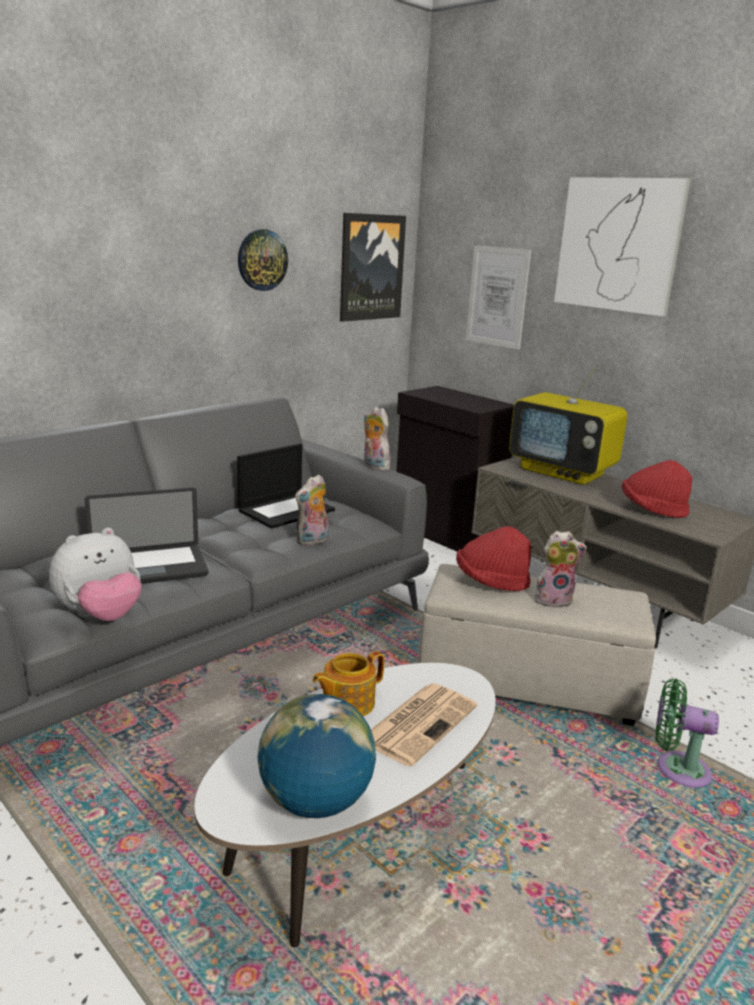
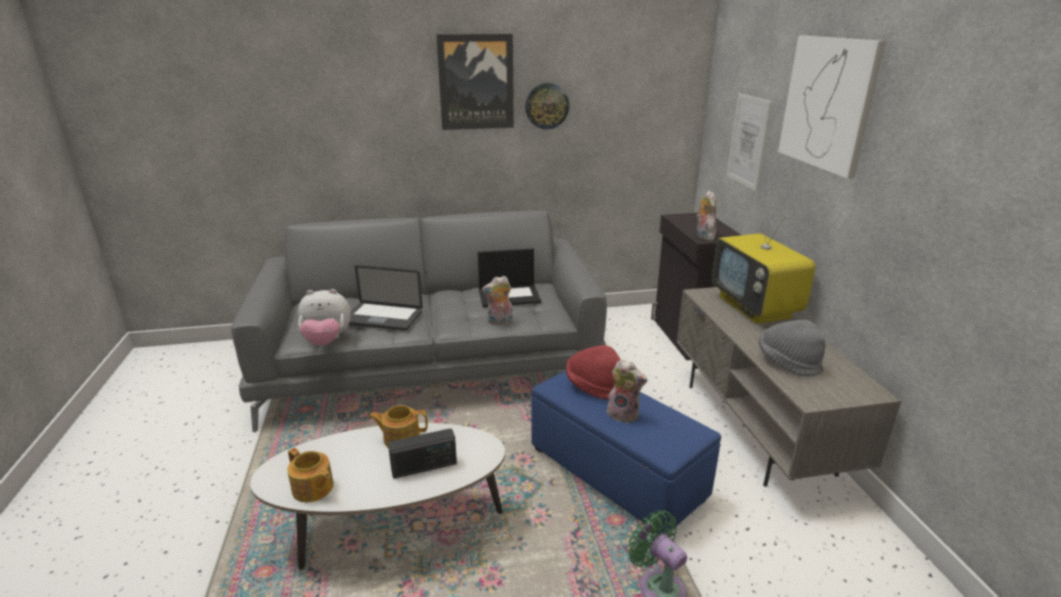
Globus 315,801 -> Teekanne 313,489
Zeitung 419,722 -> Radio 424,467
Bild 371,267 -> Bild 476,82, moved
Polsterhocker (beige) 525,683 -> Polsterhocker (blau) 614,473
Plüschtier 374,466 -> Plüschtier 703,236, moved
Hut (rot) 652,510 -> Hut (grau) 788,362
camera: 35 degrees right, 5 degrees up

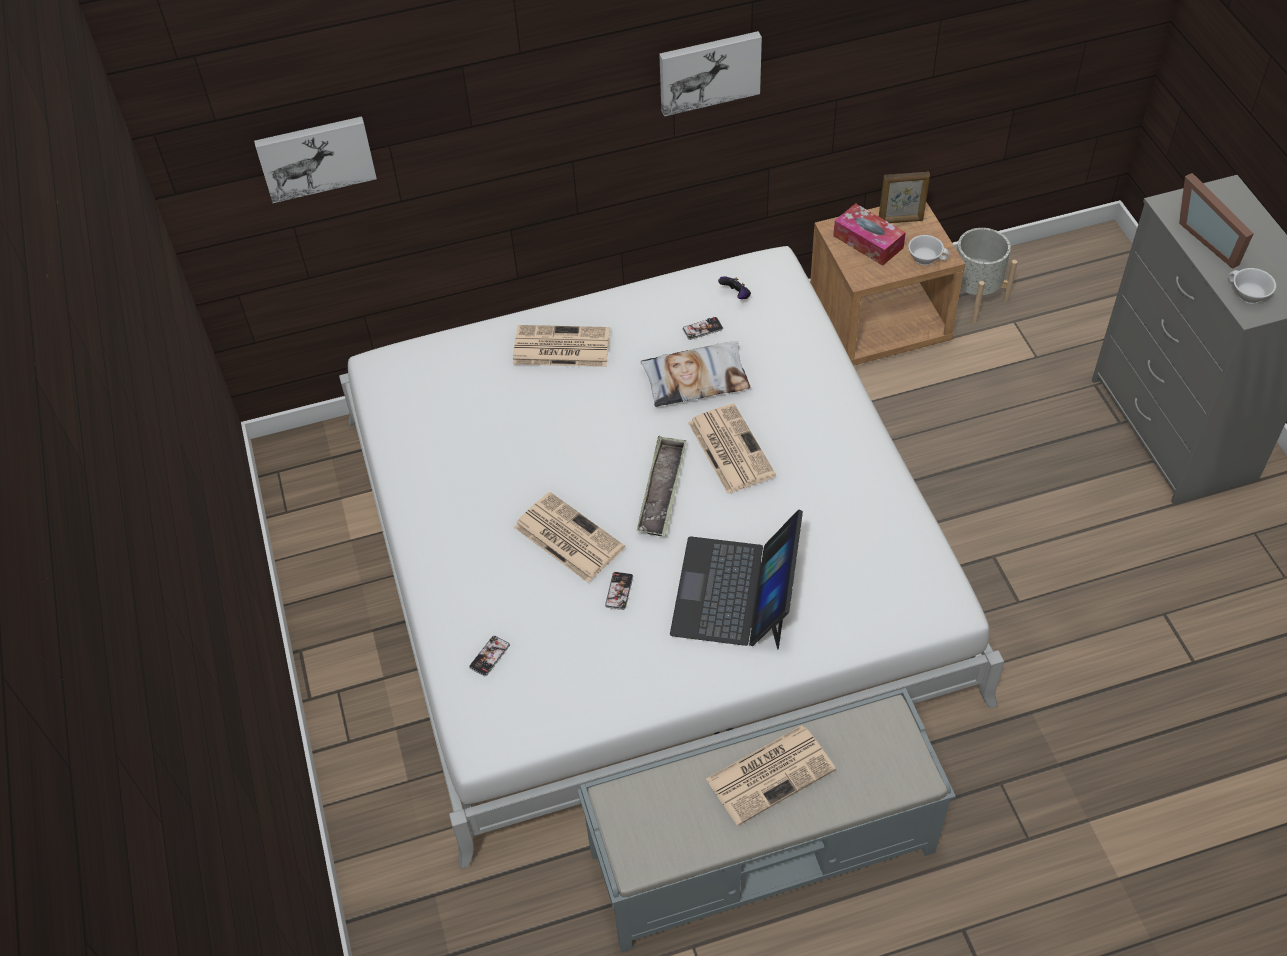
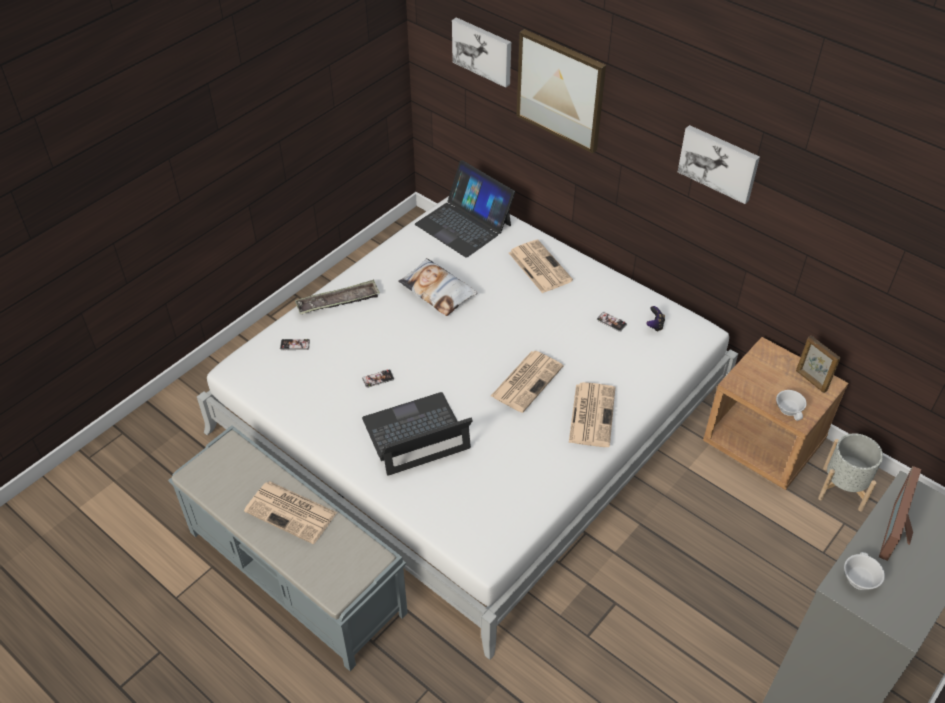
Tablett 662,490 -> Tablett 338,301, moved
Kissen 696,379 -> Kissen 438,291, moved
none -> Laptop 464,224
none -> Bild 561,90
Zeitung 567,537 -> Zeitung 591,414, moved
Taschentuchbox 868,242 -> none
camera: 55 degrees right, 5 degrees down

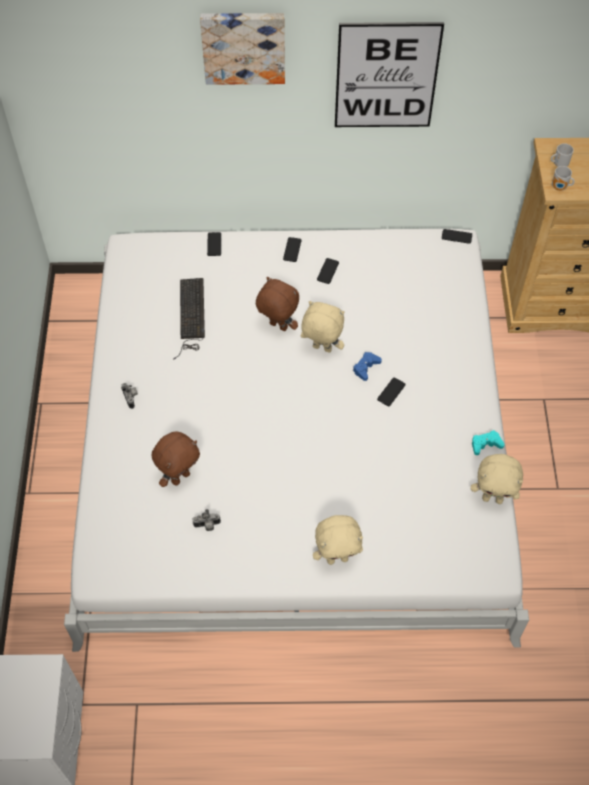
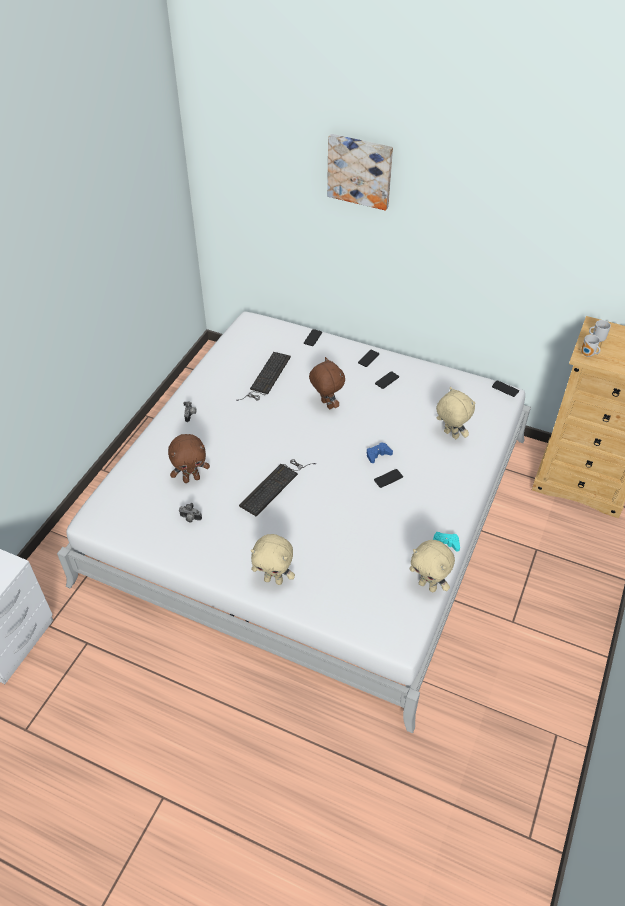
none -> Tastatur 275,485
Plüschtier (beige) 321,349 -> Plüschtier (beige) 450,435, moved
Bild 386,76 -> none
camera: 25 degrees right, 10 degrees down

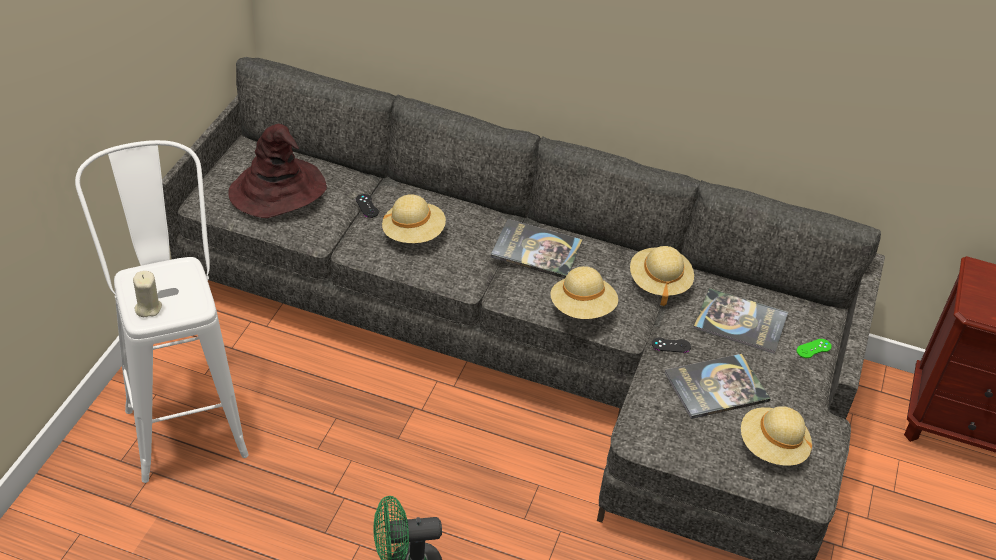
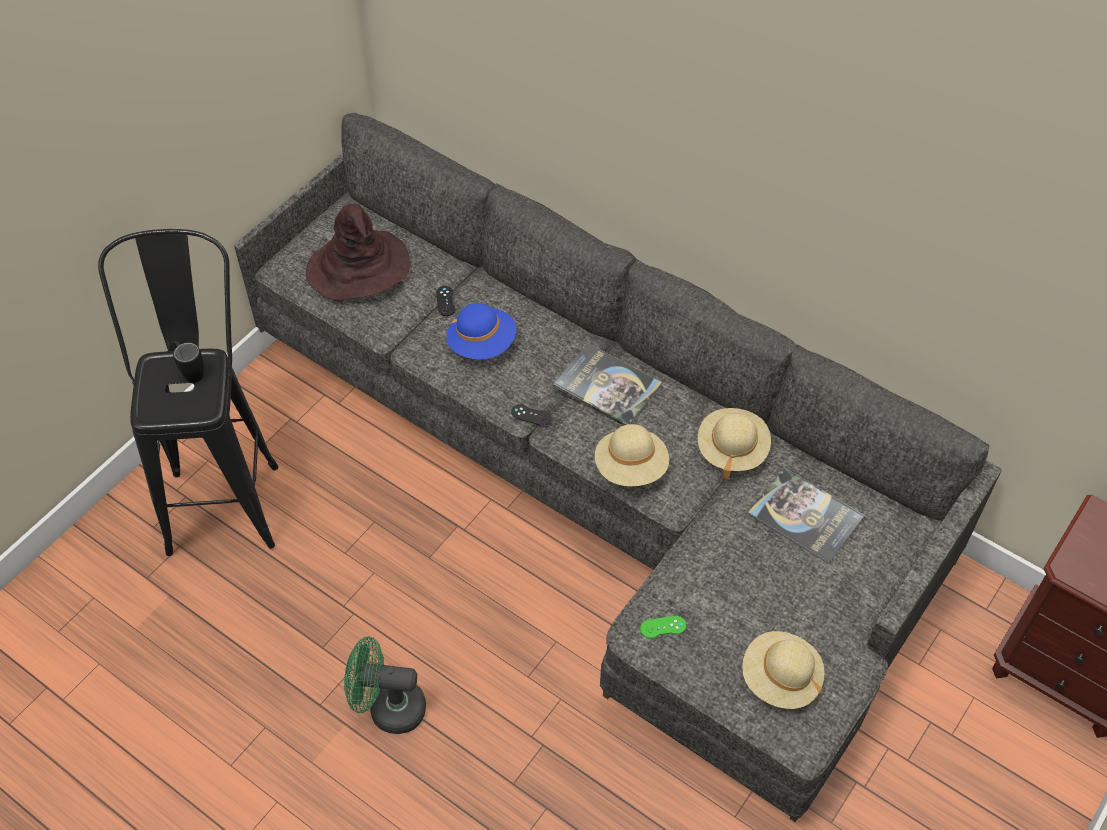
Hocker (weiß) 182,417 -> Hocker (schwarz) 224,491
none -> Henkelbecher (schwarz) 191,371
Hut (beige) 413,234 -> Hut (blau) 482,344
Gamepad (schwarz) 671,345 -> Gamepad (schwarz) 531,415, moved
Gamepad (grün) 813,348 -> Gamepad (grün) 663,627, moved
Kerze (beige) 148,308 -> none
Buch 716,387 -> none
camera: 20 degrees right, 10 degrees up

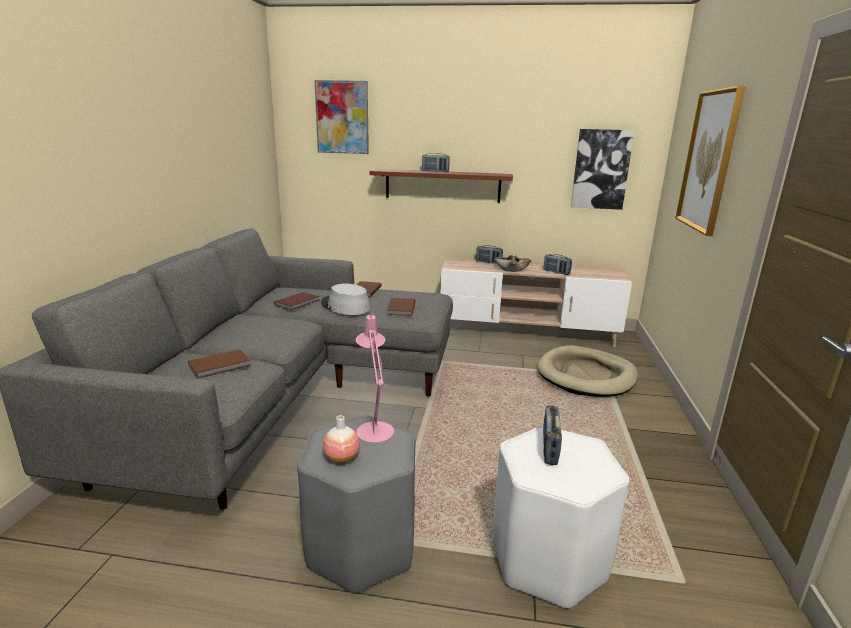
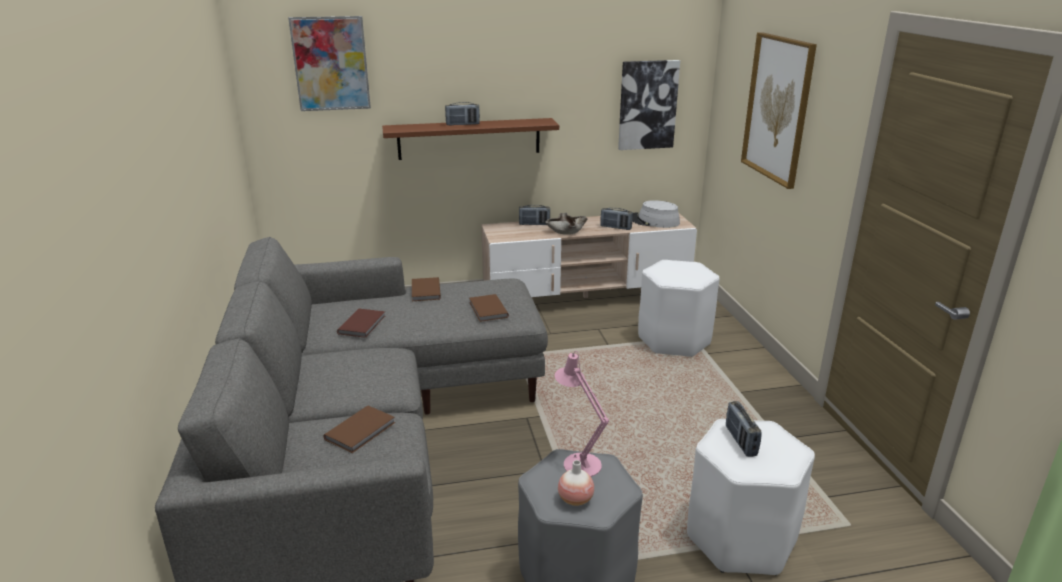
Hut (grau) 345,306 -> Hut (grau) 653,221, moved
Hundebett (beige) 586,375 -> Hocker (weiß) 674,340
camera: 20 degrees left, 5 degrees up

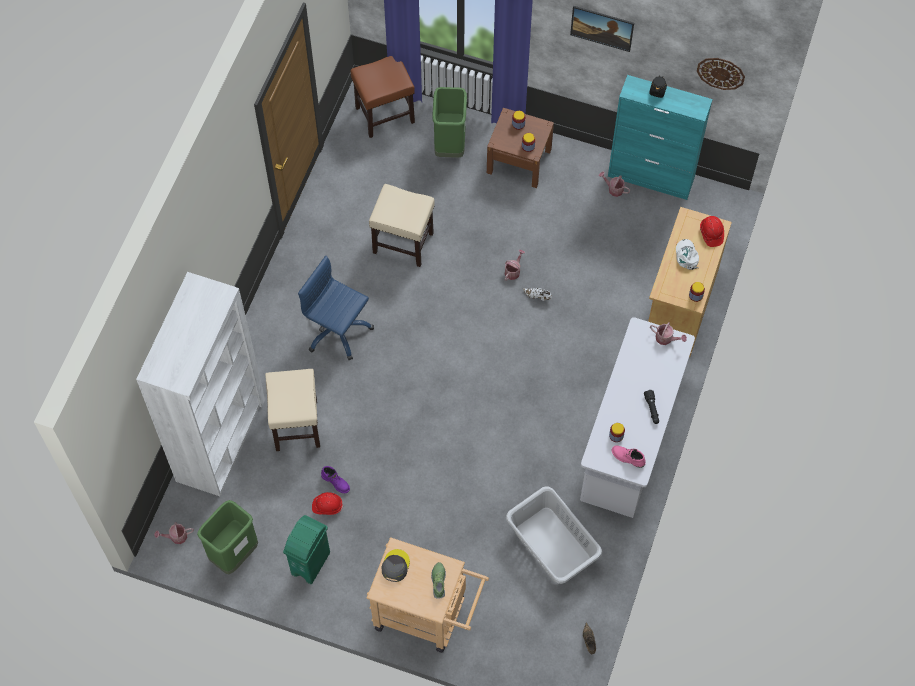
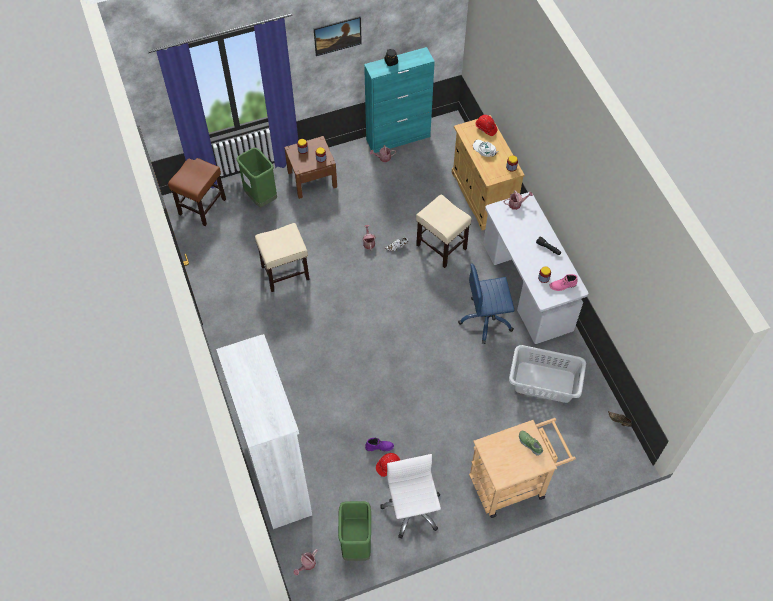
Mülleimer (grün) 311,563 -> Bürostuhl (weiß) 411,509
Hocker (beige) 296,424 -> Hocker (beige) 440,246, moved
Bürostuhl (blau) 337,331 -> Bürostuhl (blau) 486,320, moved
Kappe (grau) 395,566 -> none
Wanduhr 721,73 -> none
camera: 40 degrees left, 5 degrees down

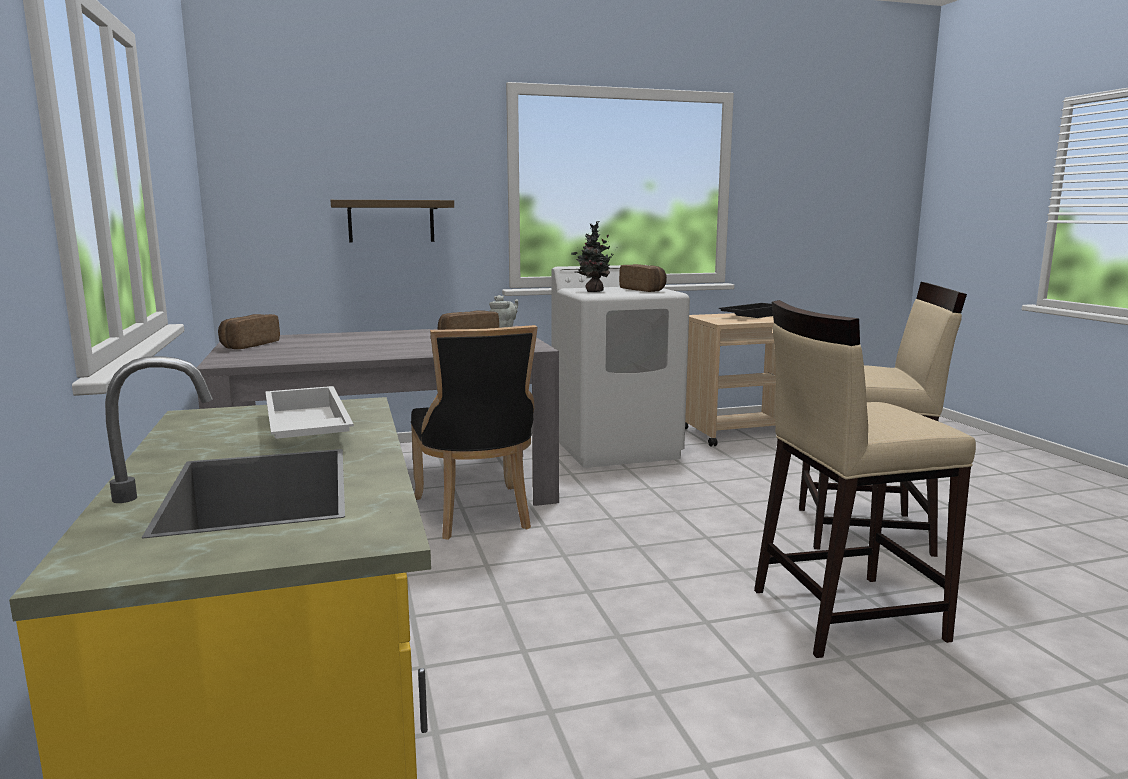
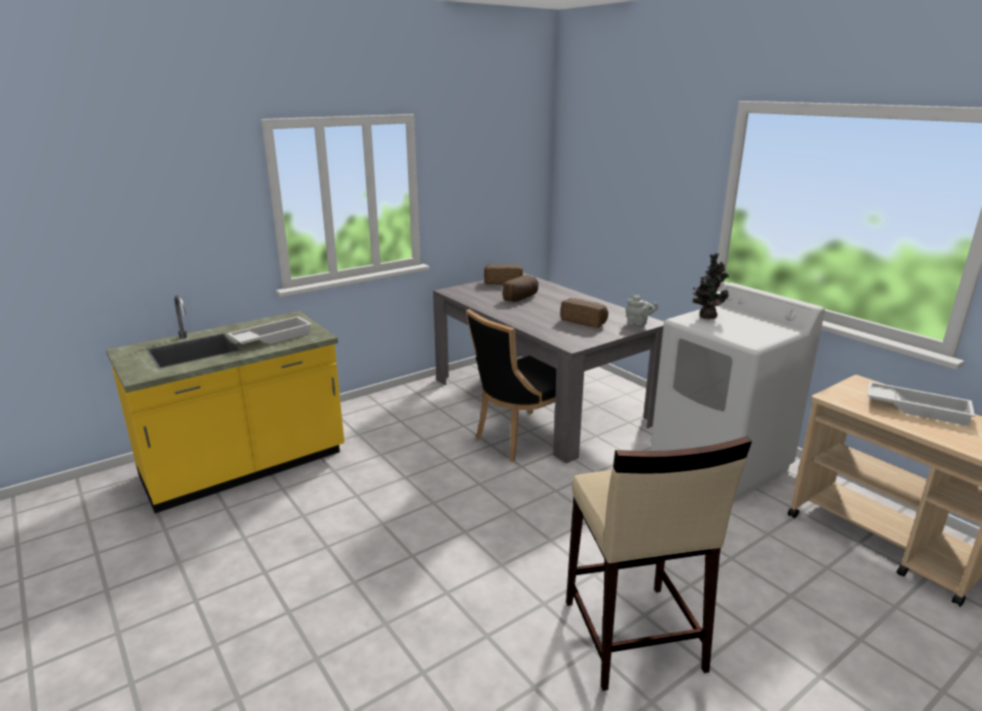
Brot 644,290 -> Brot 522,298, moved
Tablett (schwarz) 751,315 -> Tablett (weiß) 917,408
Wandregal 391,221 -> none
Hocker (beige) 844,614 -> none
camera: 70 degrees right, 10 degrees up

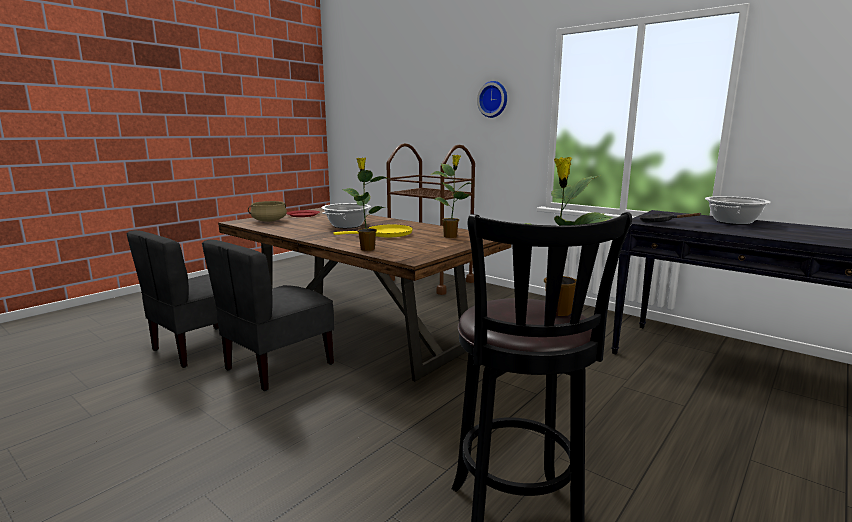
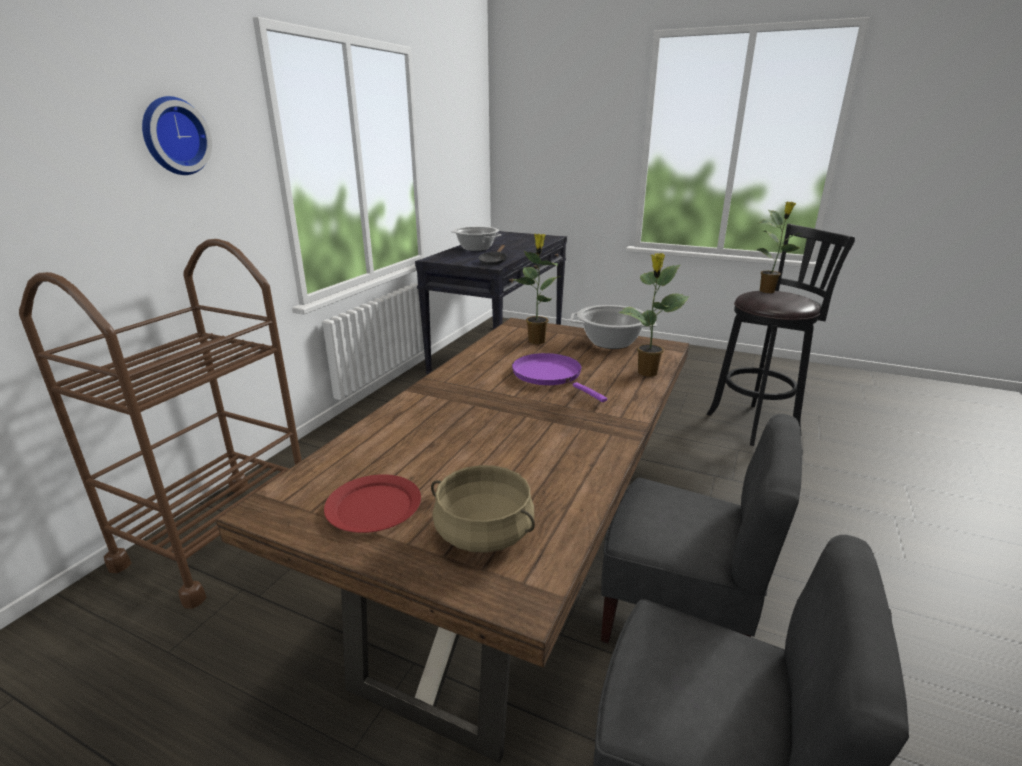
Pfanne (gelb) 386,234 -> Pfanne (lila) 550,375
Kochtopf 347,226 -> Kochtopf 611,342, moved
camera: 105 degrees left, 10 degrees up

